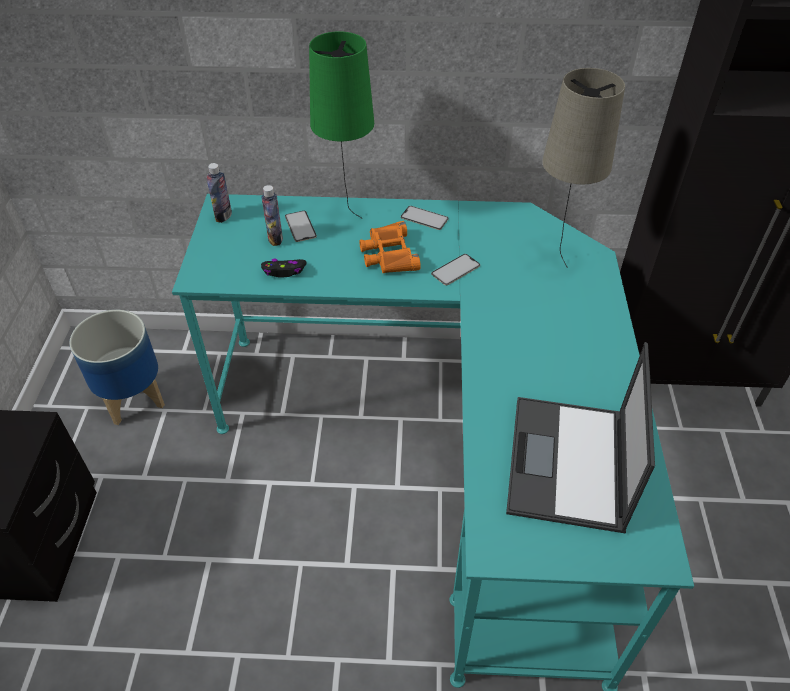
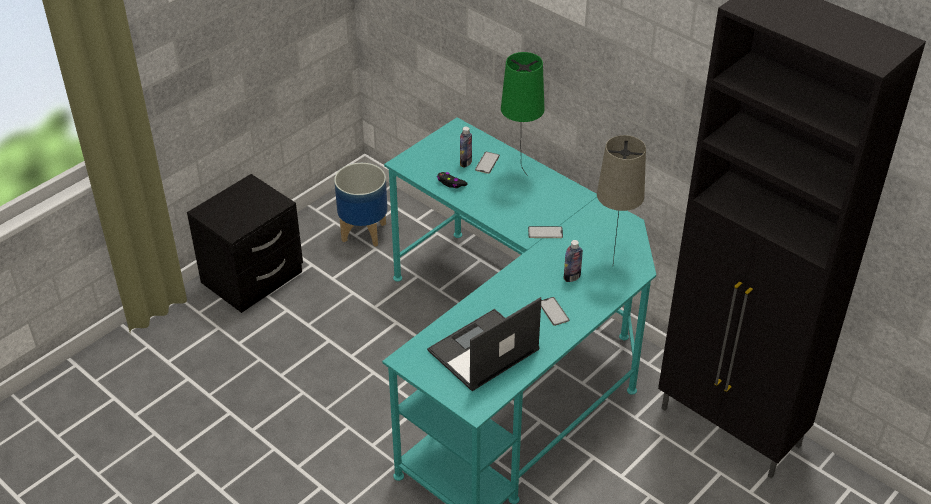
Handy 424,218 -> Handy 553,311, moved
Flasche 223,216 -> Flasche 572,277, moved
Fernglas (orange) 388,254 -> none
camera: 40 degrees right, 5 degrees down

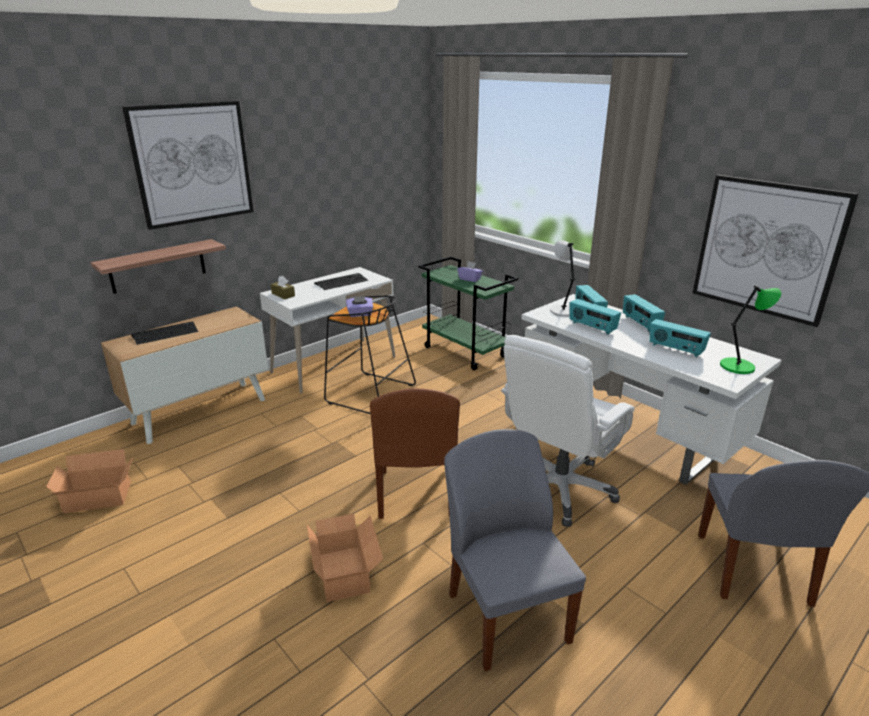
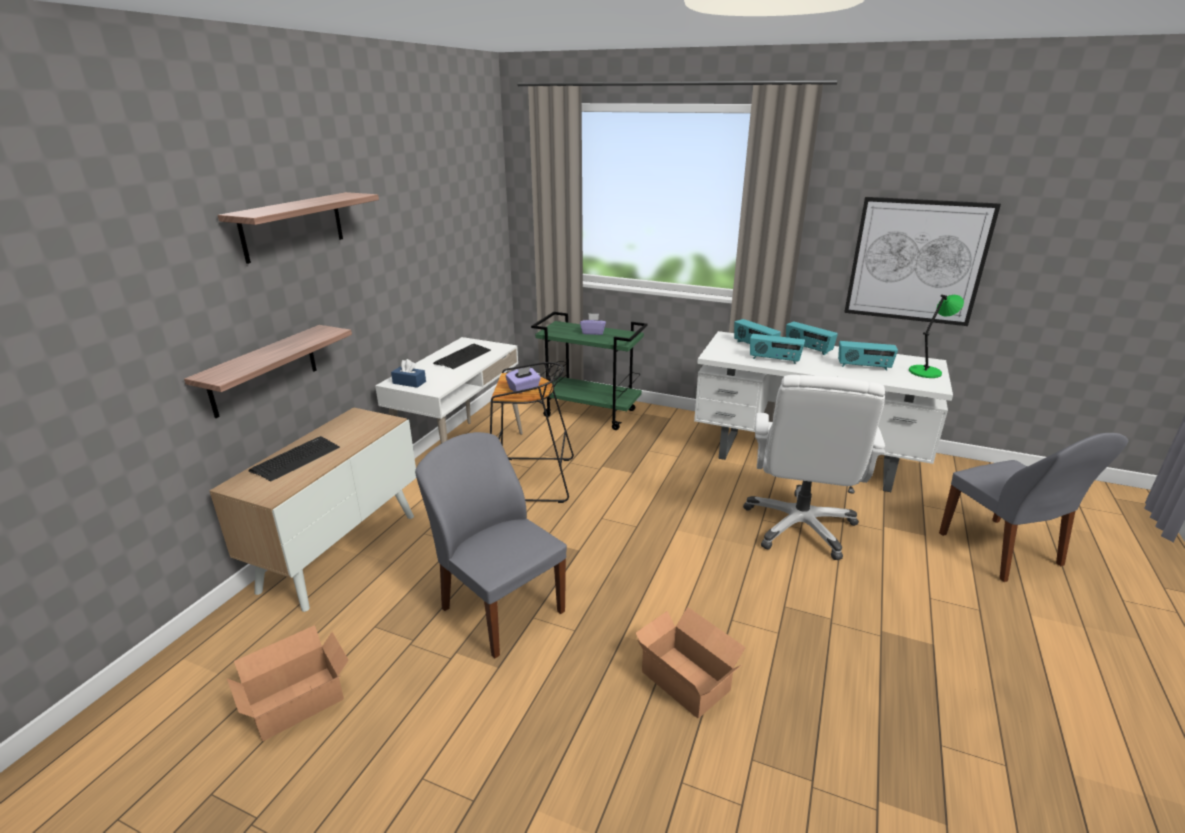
Bild 193,164 -> Wandregal 293,226
Taschentuchbox (braun) 283,294 -> Taschentuchbox (blau) 409,382
Stuhl (grau) 506,614 -> Stuhl (grau) 501,608, moved
Stuhl (braun) 415,495 -> none
Tischlampe (grau) 562,311 -> none
camera: 25 degrees left, 0 degrees up

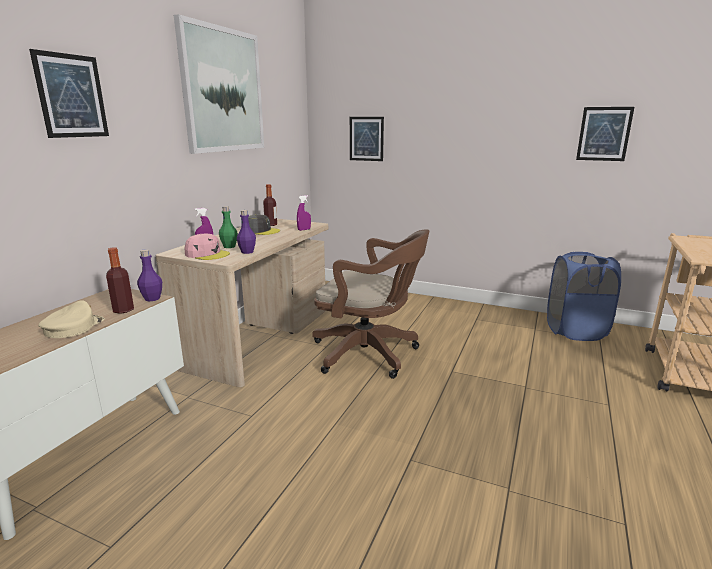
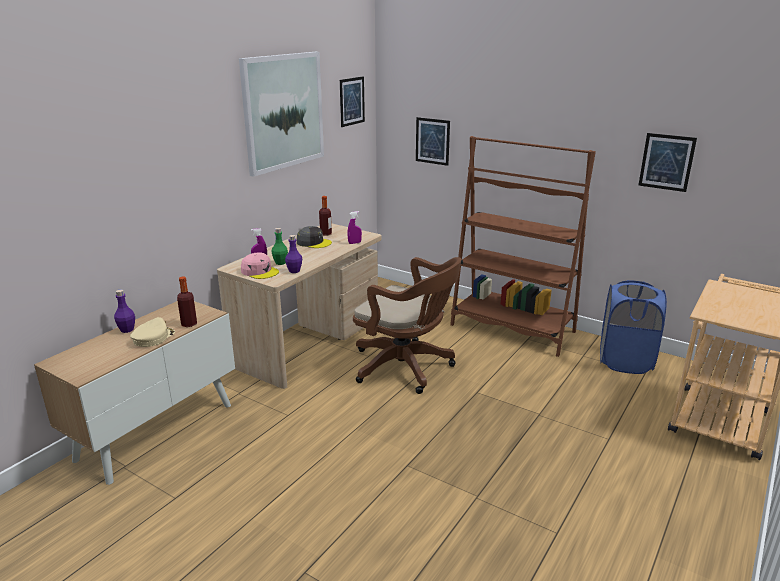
Flasche (lila) 152,298 -> Flasche (lila) 127,330, moved
Bild 71,96 -> Bild 352,101, moved
none -> Bücherregal (braun) 512,329
camera: 10 degrees right, 5 degrees up

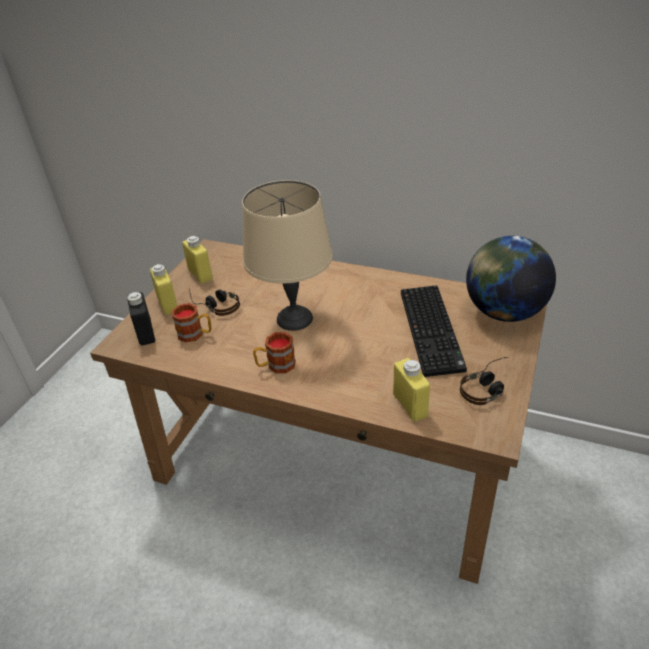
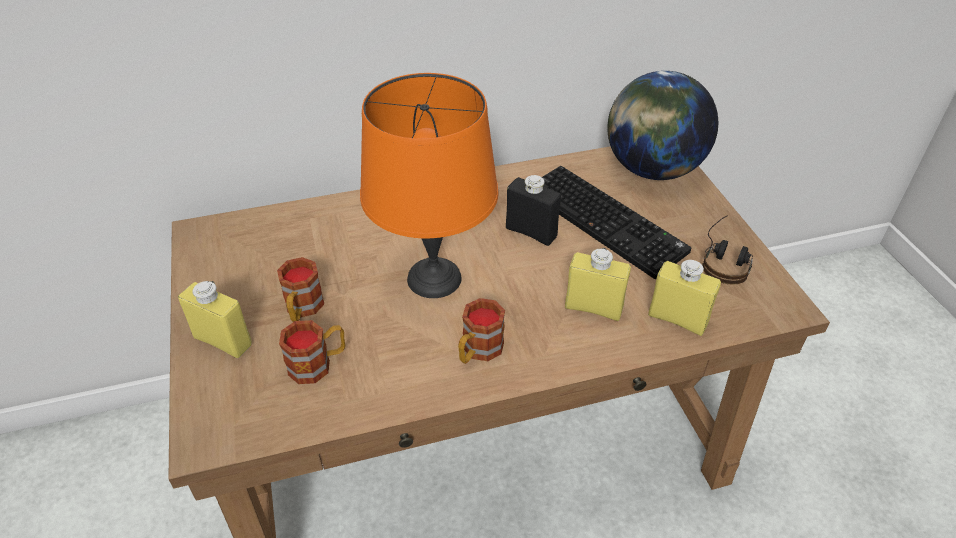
Kopfhörer 216,305 -> Henkelbecher 302,309
Tischlampe (beige) 295,319 -> Tischlampe (orange) 435,279
Flasche (schwarz) 145,333 -> Flasche (schwarz) 531,232, moved
Flasche (gelb) 200,274 -> Flasche (gelb) 593,308, moved
camera: 40 degrees left, 5 degrees up

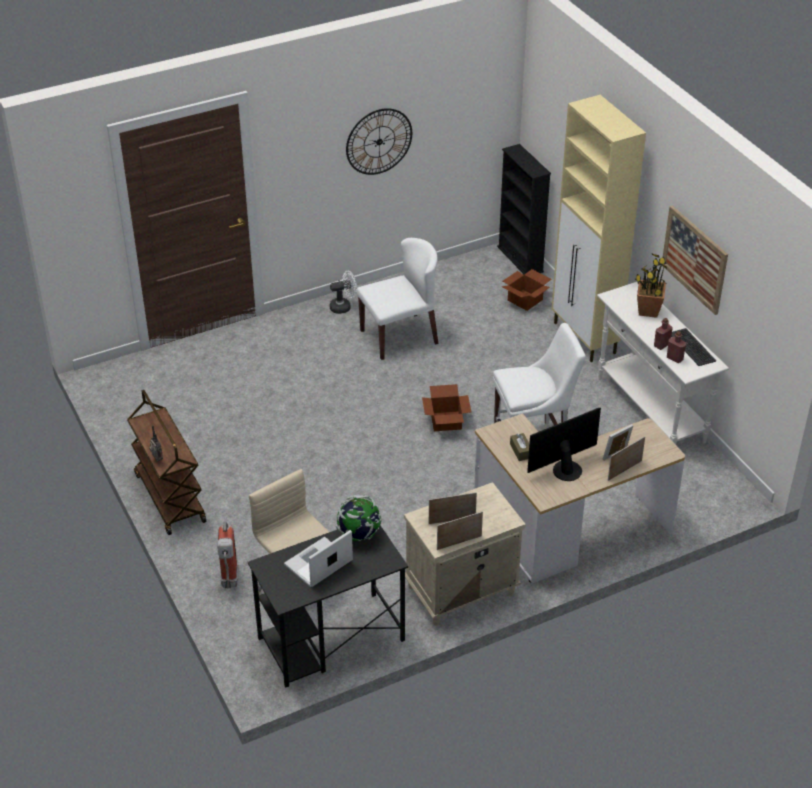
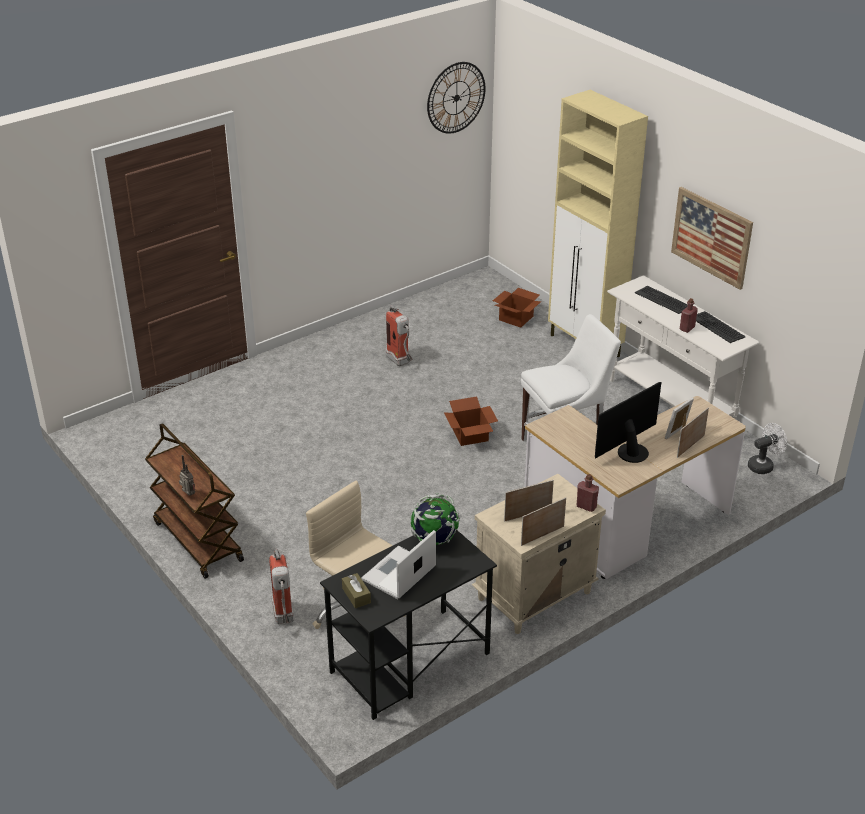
Taschentuchbox (braun) 521,451 -> Taschentuchbox (braun) 356,595, moved
Stuhl (weiß) 399,336 -> Feuerlöscher 400,362
Wanduhr 379,141 -> Wanduhr 456,97, moved
Flasche (rot) 674,358 -> Flasche (rot) 586,506, moved
Topfpflanze 648,311 -> Tastatur 663,300
Ventilator (weiß) 343,307 -> Ventilator (weiß) 763,465, moved
Bücherregal (schwarz) 520,259 -> none
camera: 10 degrees left, 5 degrees down

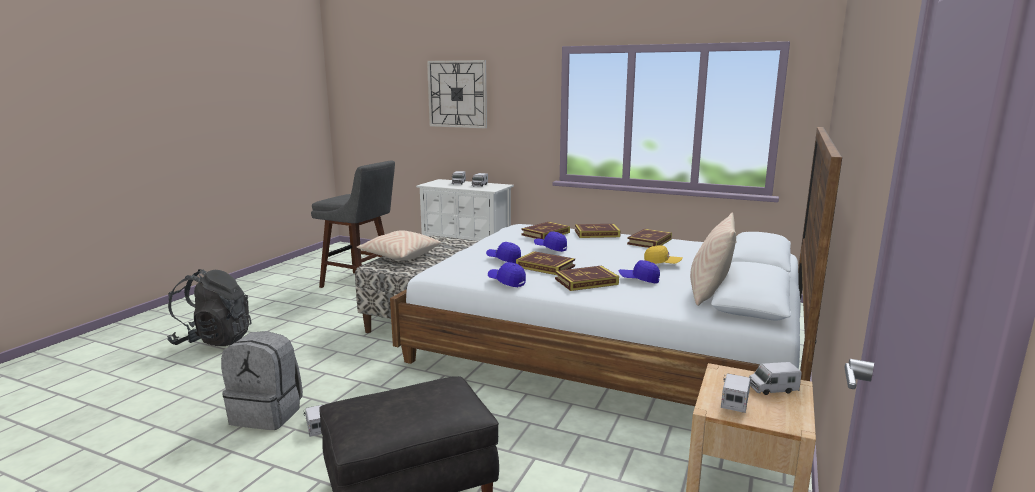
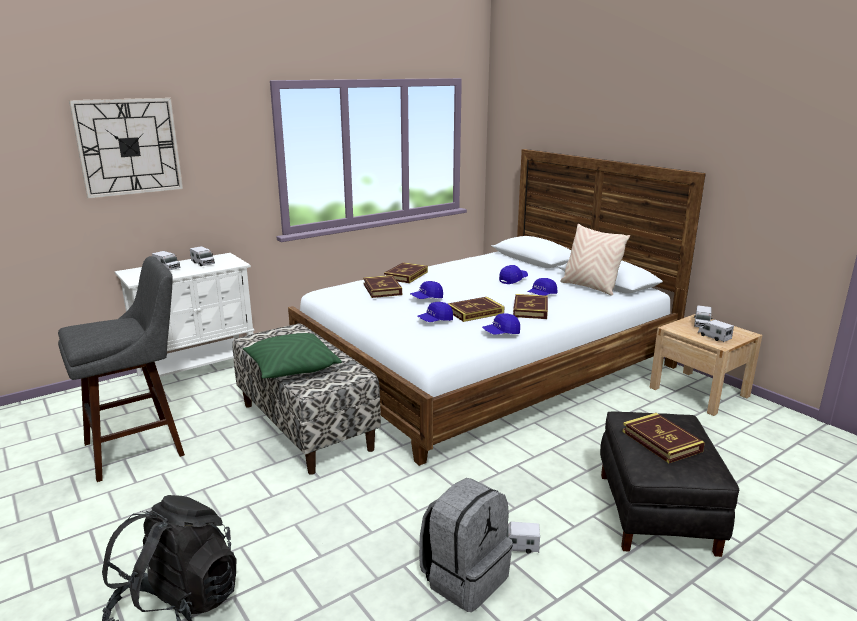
Kissen (beige) 400,256 -> Kissen (grün) 292,369
Kappe (gelb) 662,264 -> Kappe (blau) 513,280
Buch 649,241 -> Buch 661,441, moved
camera: 60 degrees left, 5 degrees up

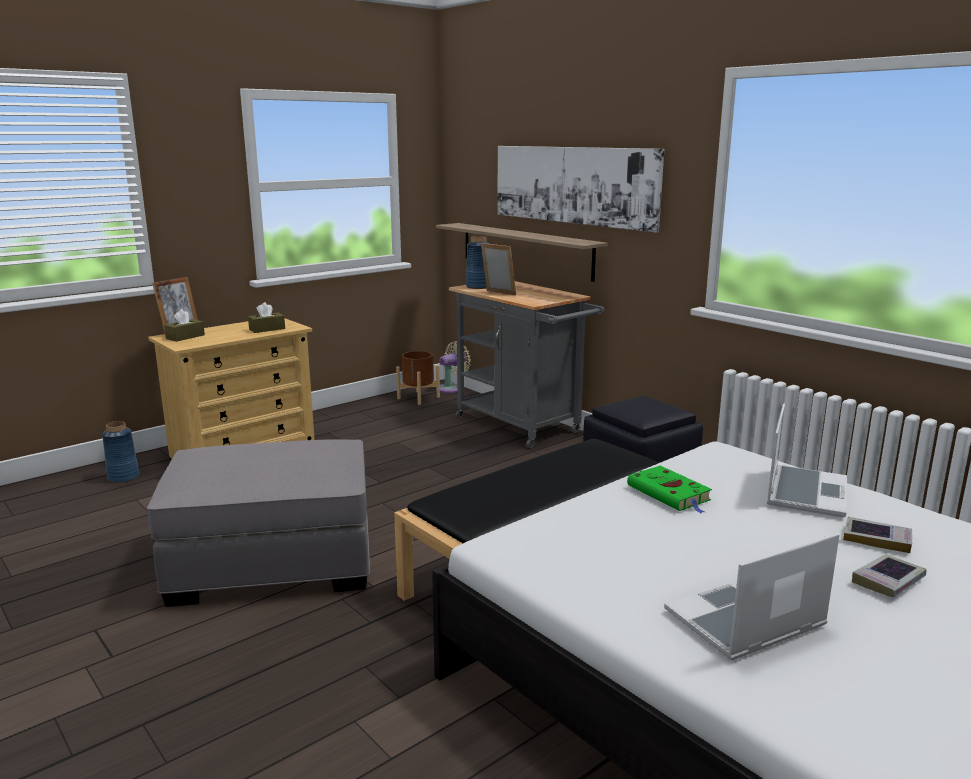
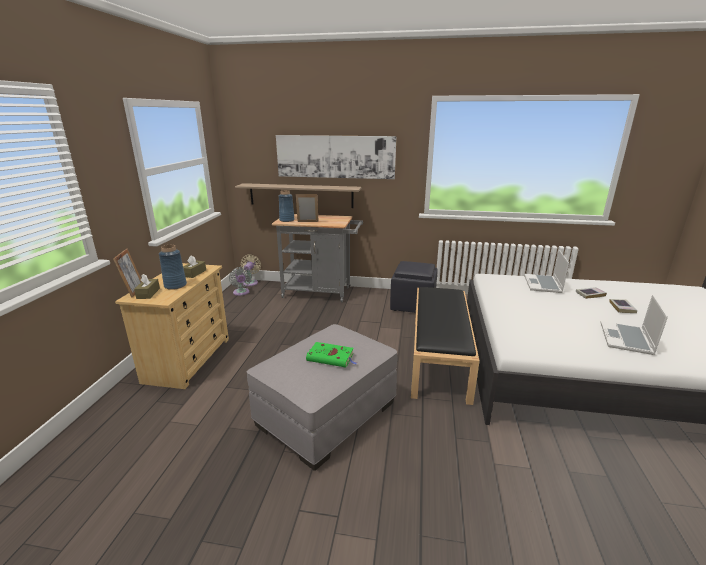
Vase (blau) 124,477 -> Vase (blau) 175,285, moved
Pflanzkübel (braun) 418,397 -> Ventilator (grau) 241,293
Buch (grün) 670,494 -> Buch (grün) 331,357, moved
Laptop 805,492 -> Laptop 543,284, 150 degrees counterclockwise
camera: 40 degrees left, 5 degrees up

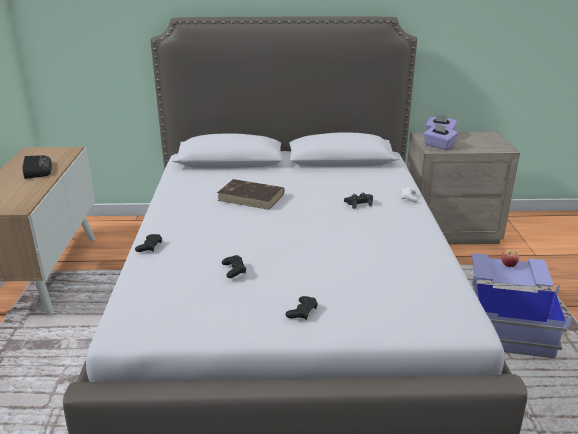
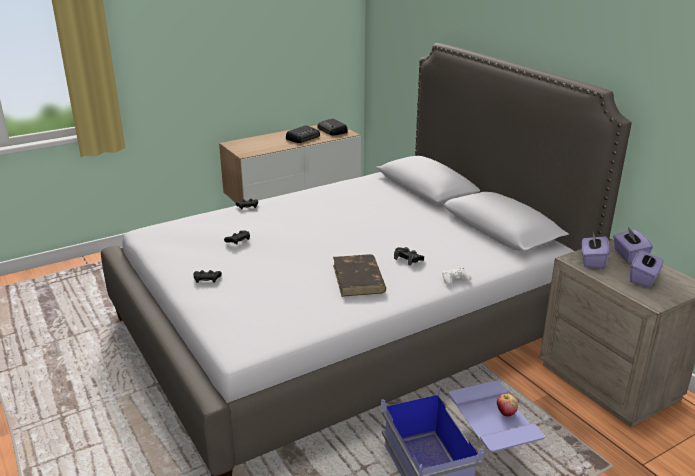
none -> Radio 332,130
Buch (braun) 251,197 -> Buch (braun) 358,279, moved
none -> Taschentuchbox (lila) 644,279
camera: 60 degrees right, 0 degrees up

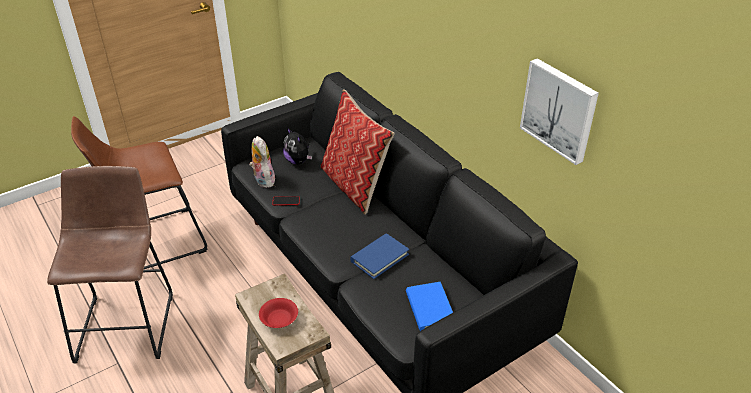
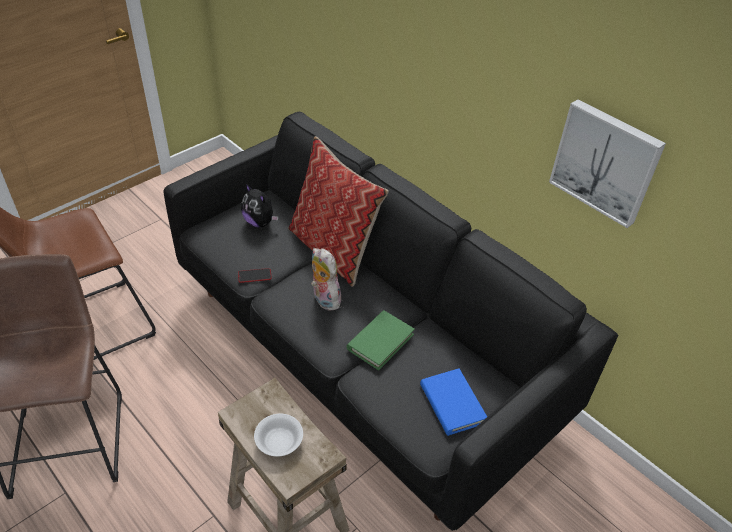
Schüssel (rot) 279,319 -> Schüssel (weiß) 279,441
Plüschtier 262,180 -> Plüschtier 324,299, moved
Buch (blau) 379,258 -> Buch (grün) 380,342
camera: 10 degrees left, 5 degrees up

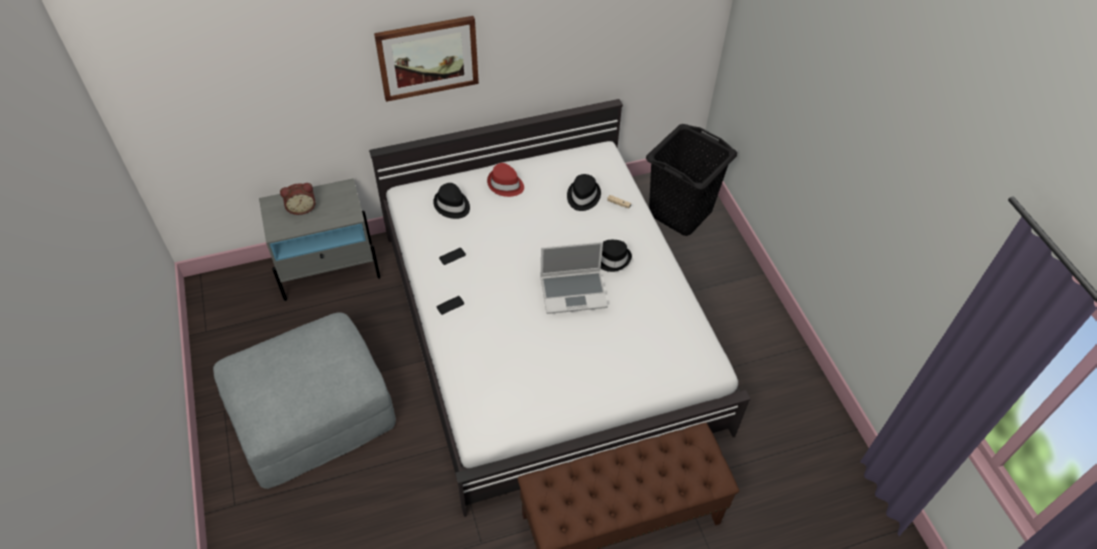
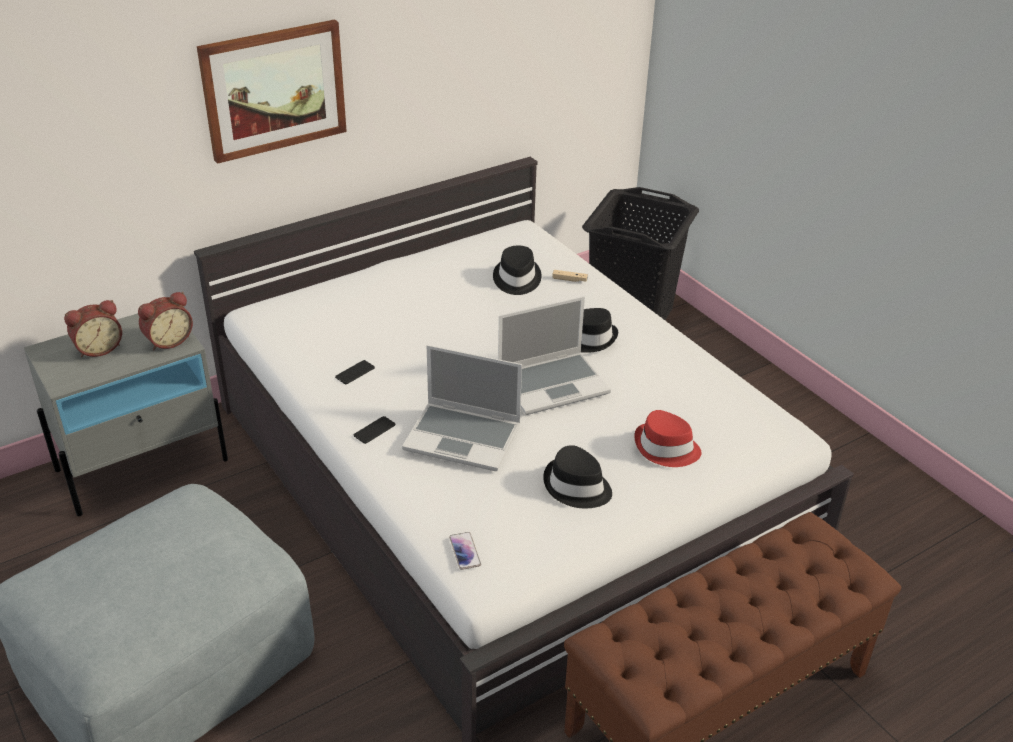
none -> Wecker 168,340
none -> Laptop 464,438
none -> Handy 465,551
Hut (schwarz) 452,205 -> Hut (schwarz) 576,487, moved
Hut (rot) 505,184 -> Hut (rot) 666,448, moved
camera: 15 degrees left, 15 degrees down

